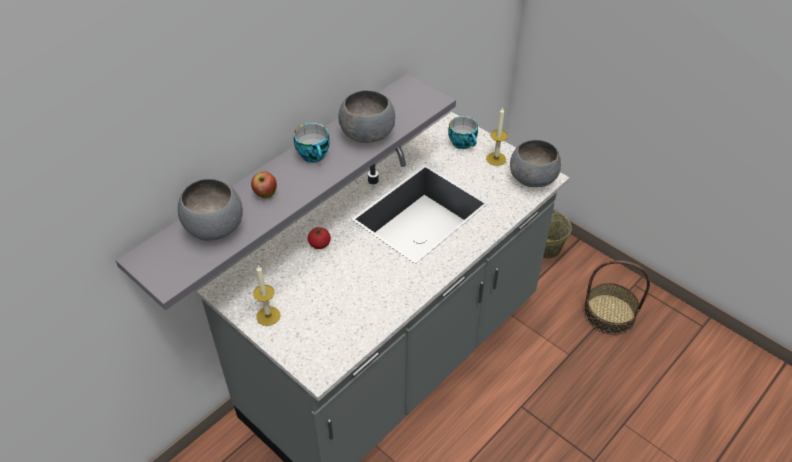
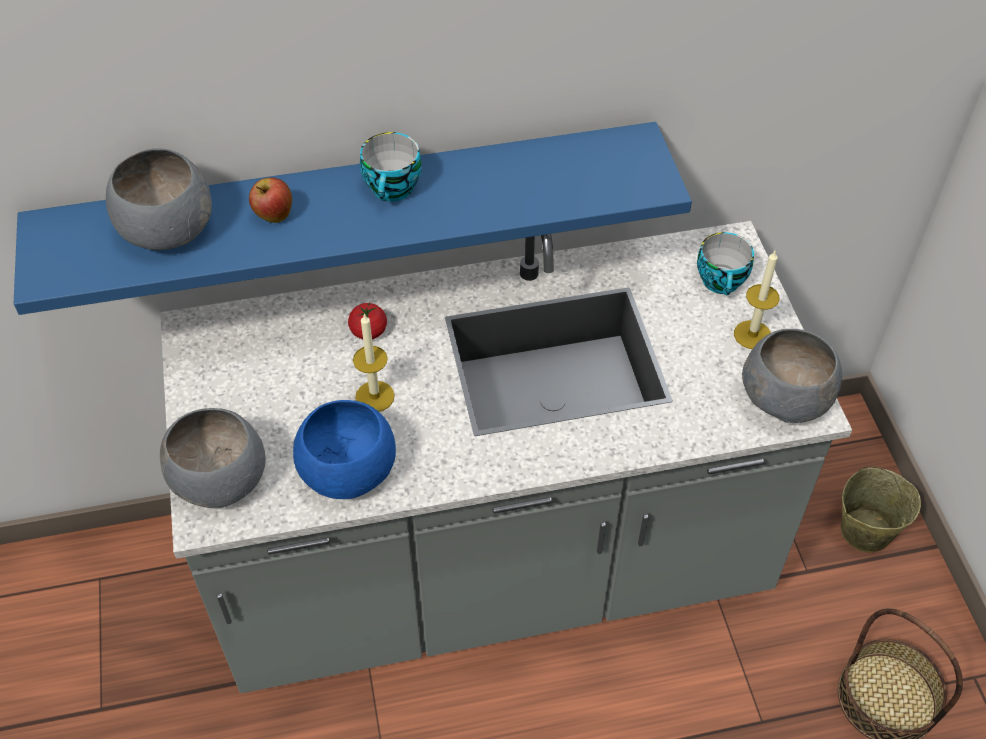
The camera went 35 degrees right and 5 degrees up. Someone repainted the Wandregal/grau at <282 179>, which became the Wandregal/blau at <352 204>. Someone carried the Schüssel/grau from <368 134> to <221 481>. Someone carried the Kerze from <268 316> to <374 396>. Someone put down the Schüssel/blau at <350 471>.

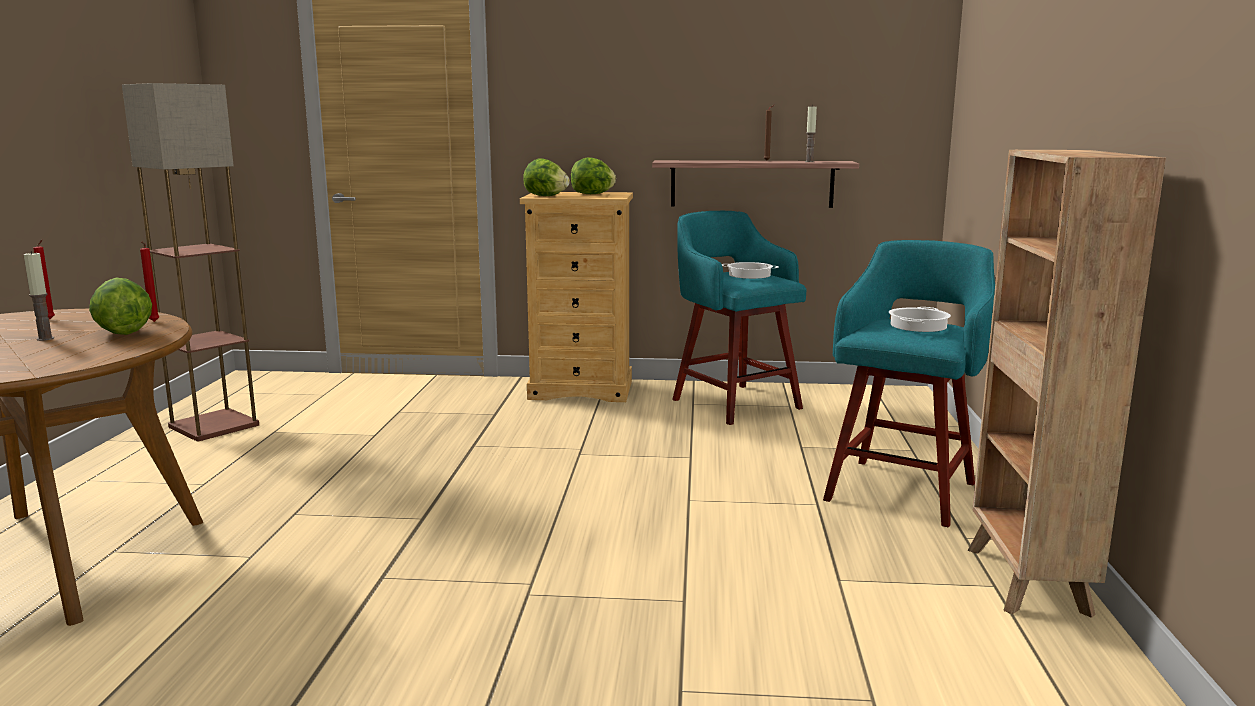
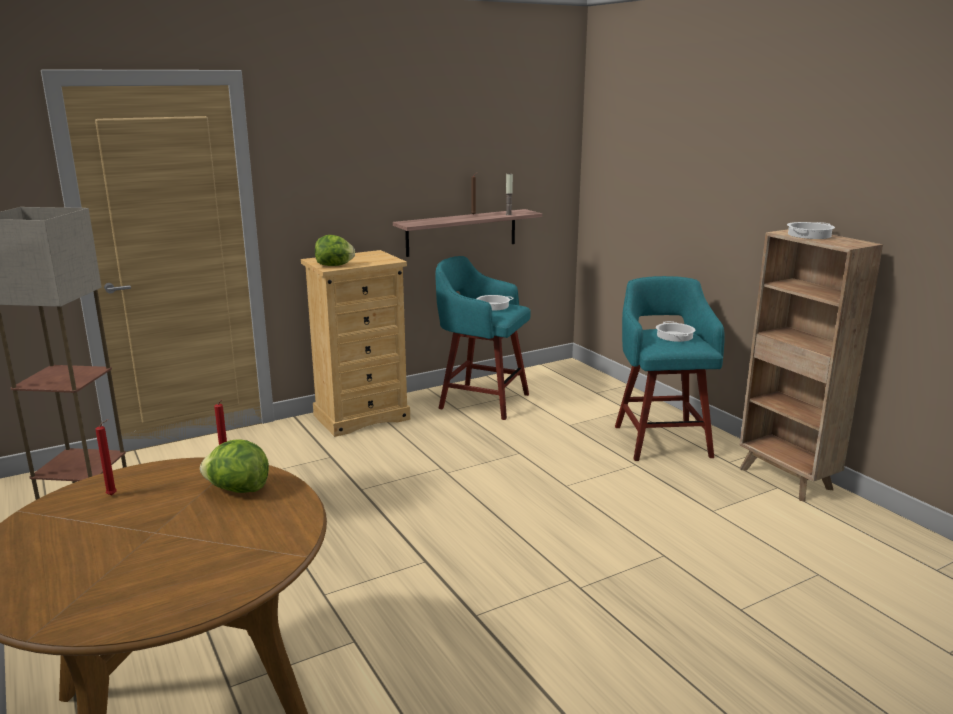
The camera went 35 degrees left and 5 degrees up. Someone took away the Salatkopf at <593 194>. Someone took away the Kerze at <45 338>. Someone put down the Kochtopf at <809 235>.

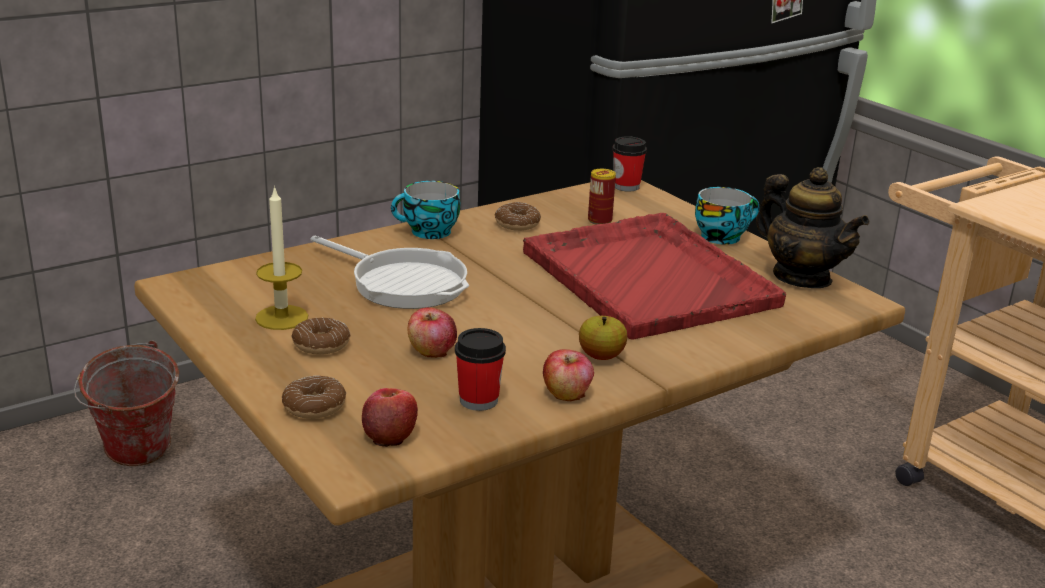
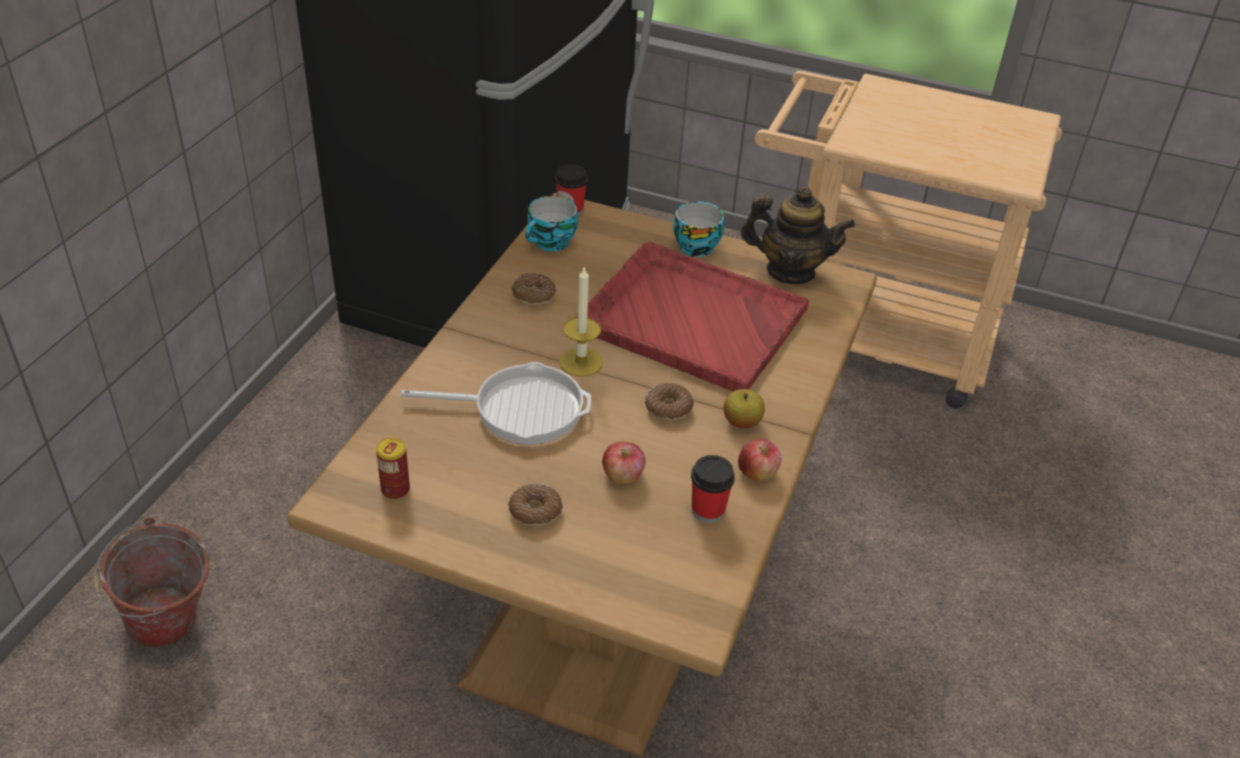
The camera went 35 degrees left and 15 degrees up. Someone carried the Dose from <599 220> to <395 489>. Someone carried the Tasse from <428 232> to <551 243>. Someone carried the Kerze from <282 317> to <581 362>. Someone carried the Donut from <314 406> to <668 408>. Someone took away the Apfel at <390 435>.

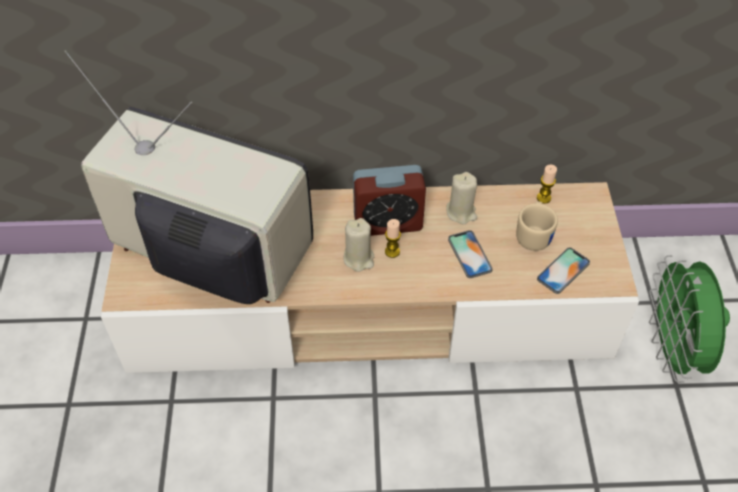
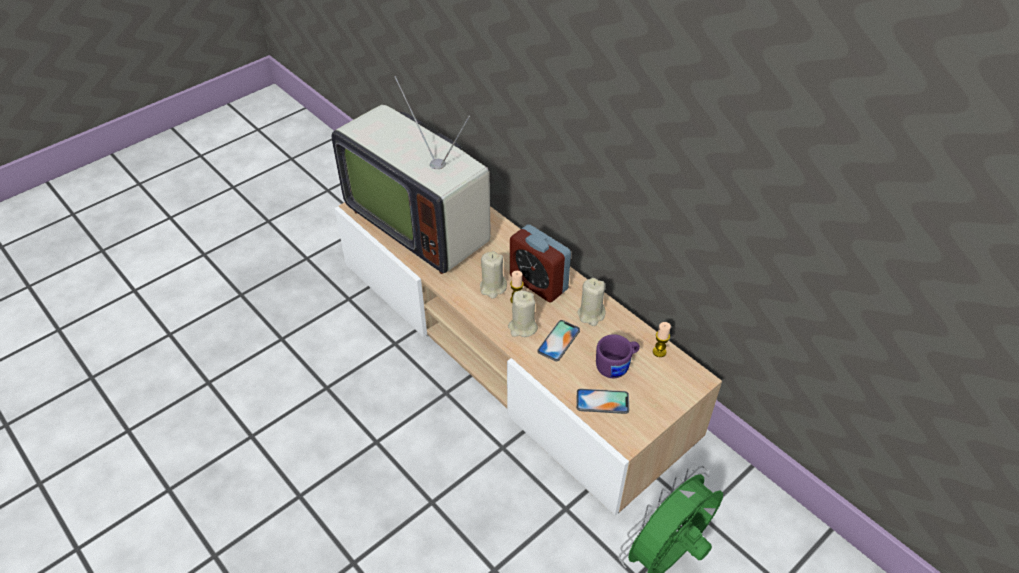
The camera went 50 degrees right and 5 degrees down. Someone rotated the Fernseher at <210 257> by 150 degrees clockwise. Someone repainted the Henkelbecher/beige at <534 235>, which became the Henkelbecher/lila at <617 366>. Someone put down the Kerze/beige at <522 327>.

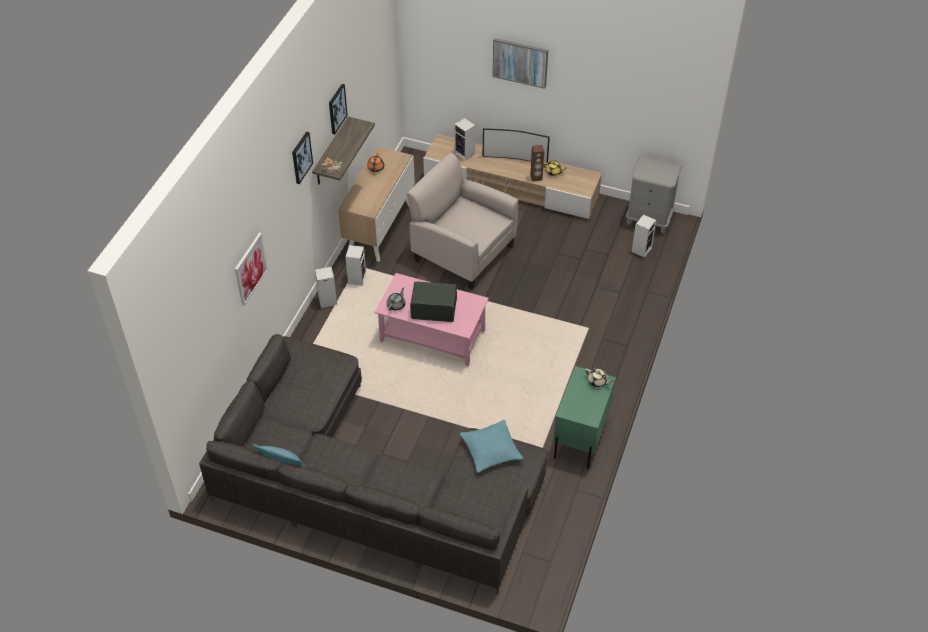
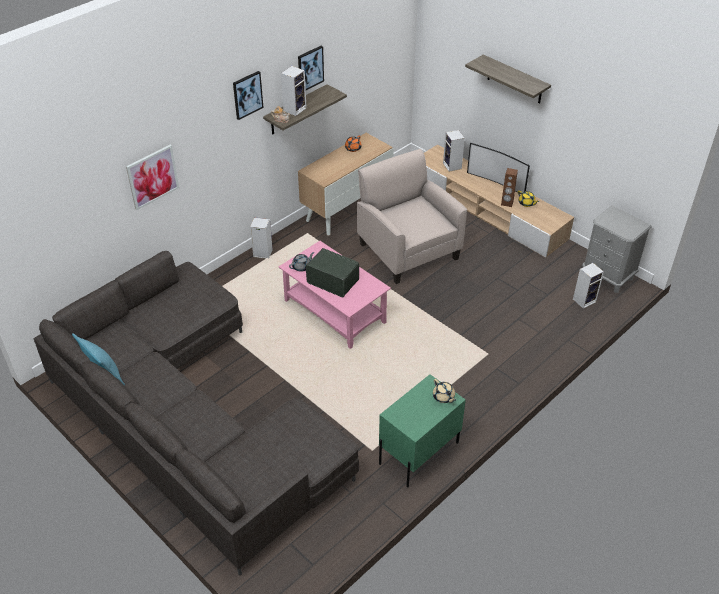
The camera went 25 degrees right and 5 degrees down. Someone swapped the Bild at <520 62> for the Wandregal at <515 80>. Someone carried the Lautsprecher from <357 278> to <295 109>. Someone took away the Kissen/türkis at <491 450>.

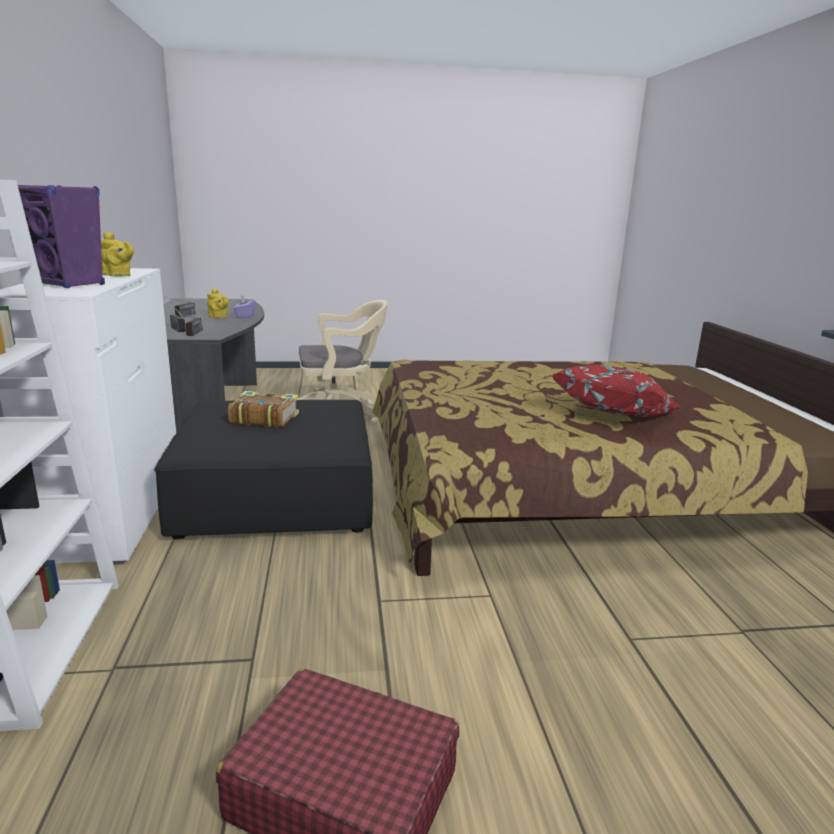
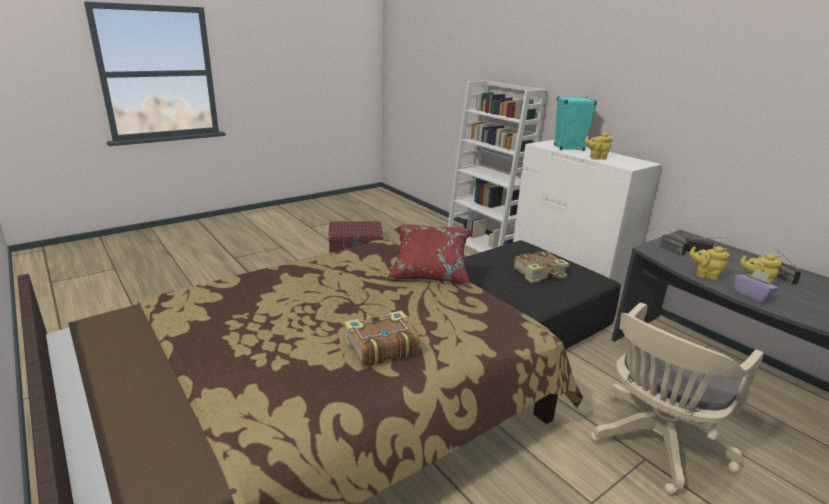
The camera went 150 degrees right and 5 degrees up. Someone repainted the Lautsprecher/lila at <70 284>, which became the Lautsprecher/türkis at <568 148>. Someone carried the Kissen/rot from <615 415> to <430 270>. Someone put down the Teekanne/gelb at <705 275>. Someone put down the Buch at <380 347>.

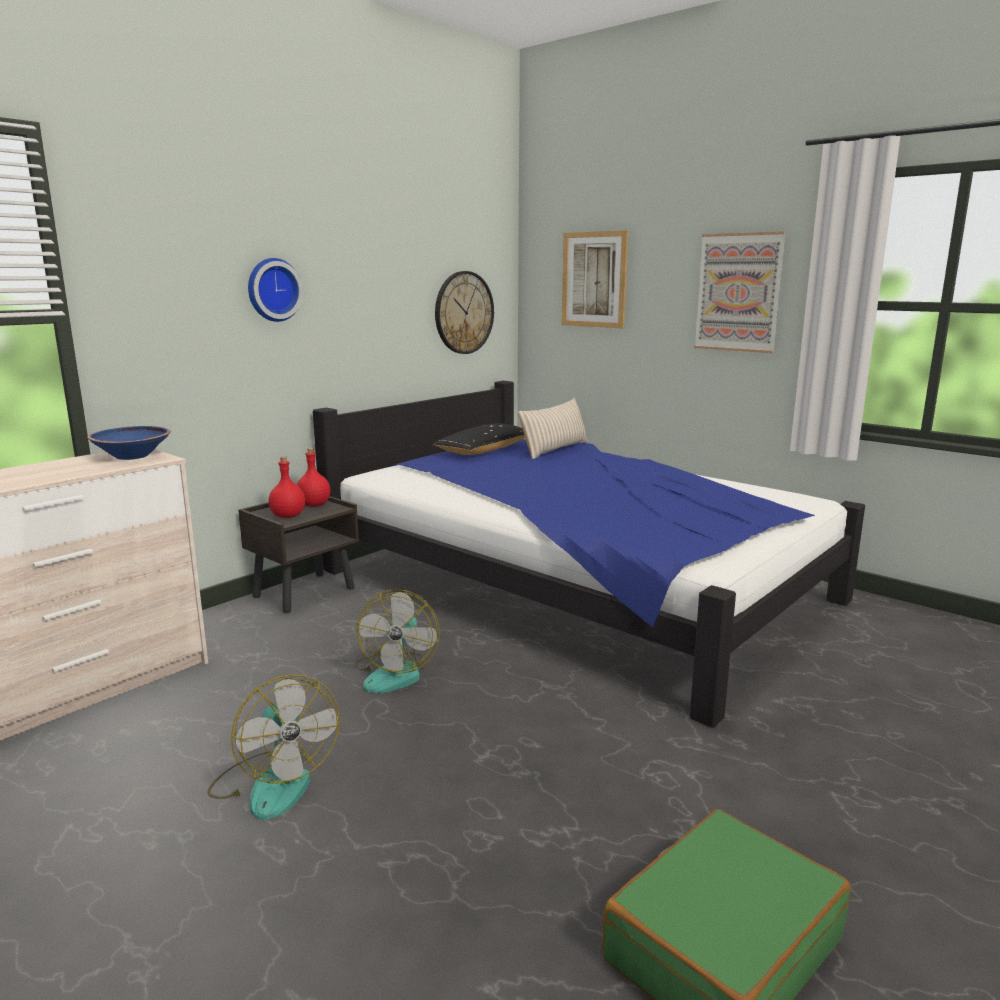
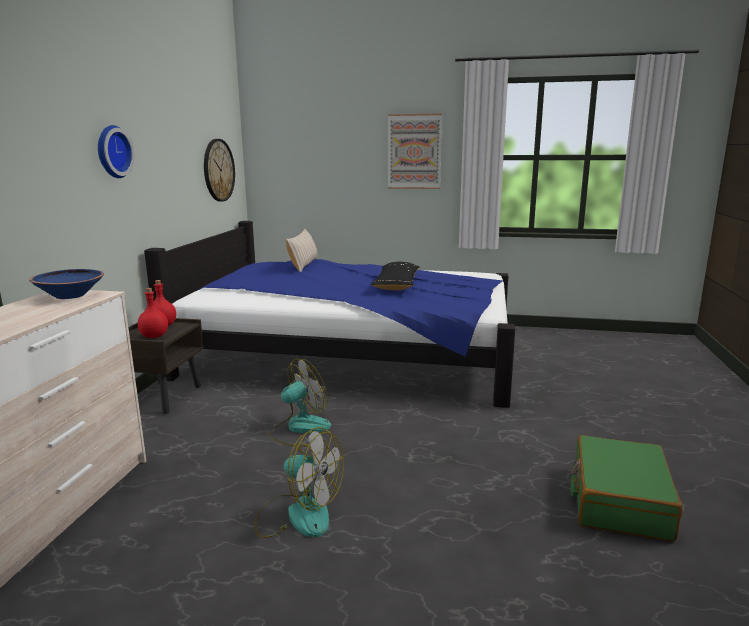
The camera went 30 degrees left and 0 degrees up. Someone took away the Bild at <594 280>. Someone carried the Kissen/schwarz from <484 450> to <396 285>. Someone rotated the Ventilator at <396 673> by 105 degrees counterclockwise.

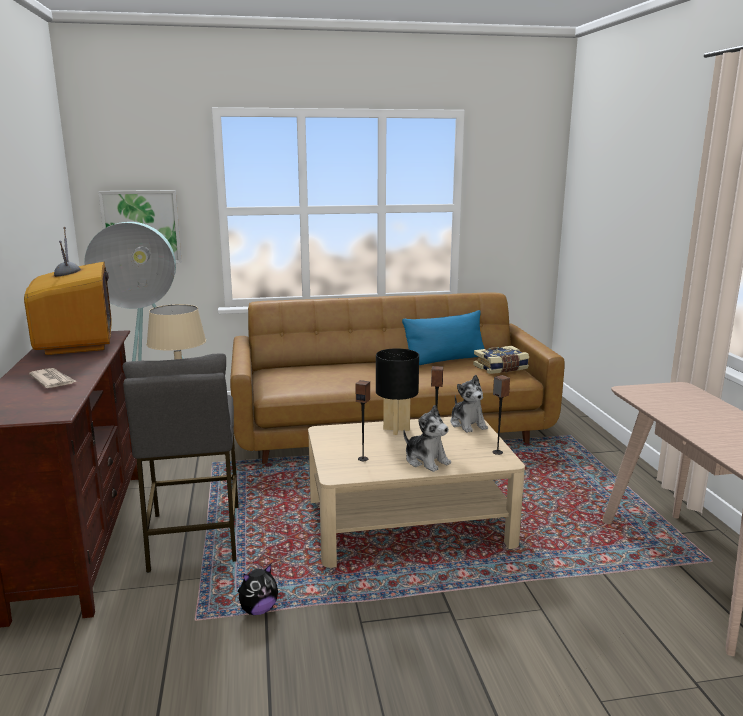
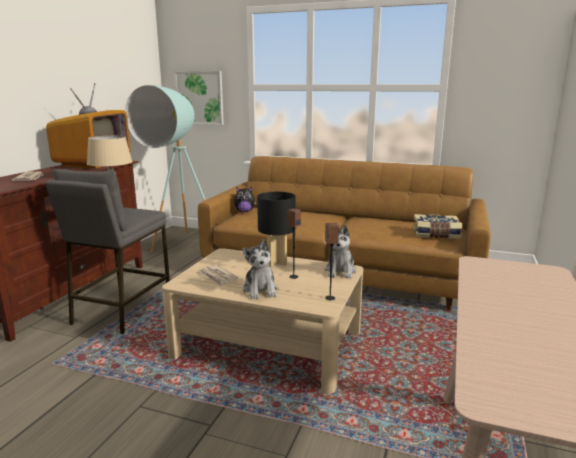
The camera went 30 degrees right and 0 degrees up. Someone took away the Kissen/blau at <445 360>. Someone swapped the Lautsprecher at <363 459> for the Zeitung at <217 277>. Someone carried the Plüschtier from <258 610> to <244 211>.

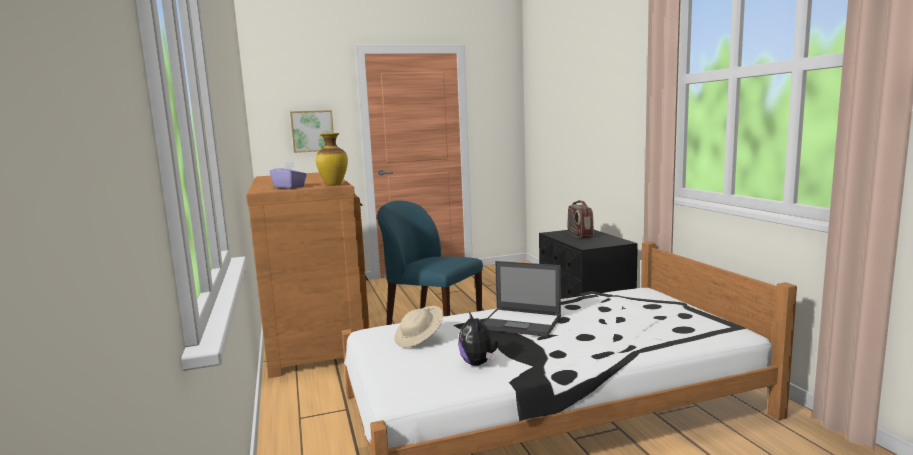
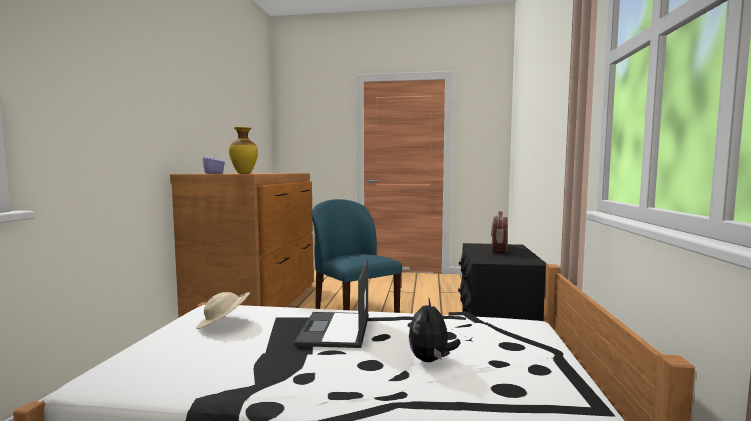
The camera went 25 degrees right and 5 degrees down. Someone took away the Bild at <312 131>. Someone rotated the Laptop at <522 323> by 45 degrees clockwise. Someone carried the Plüschtier from <478 363> to <431 360>.

